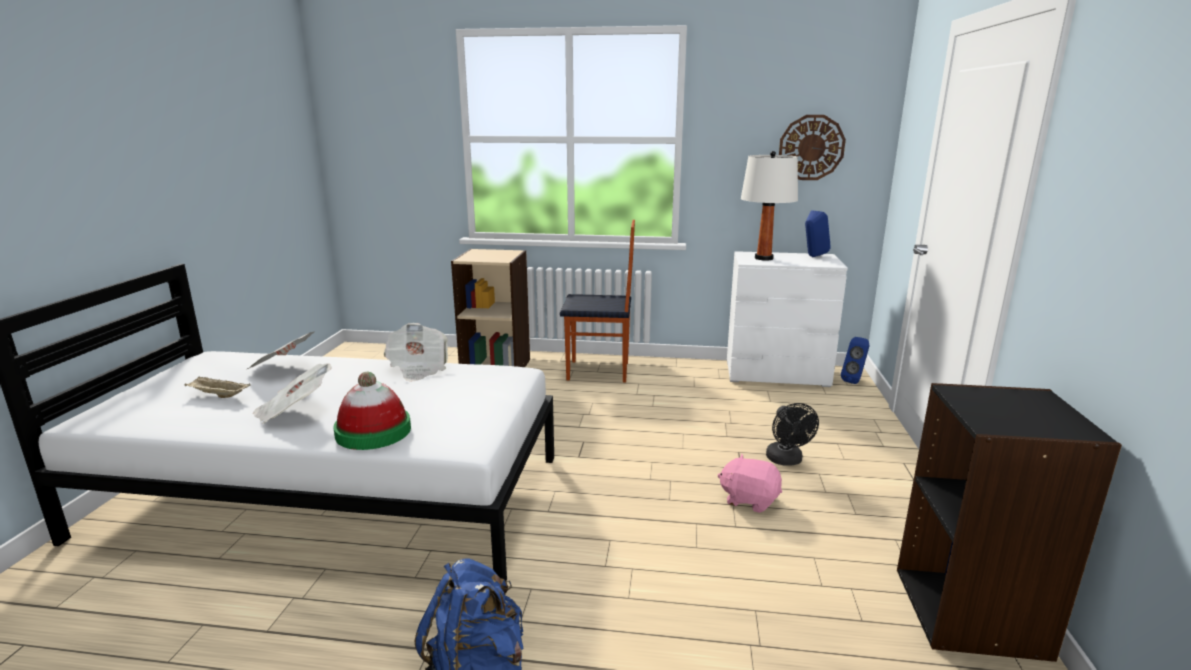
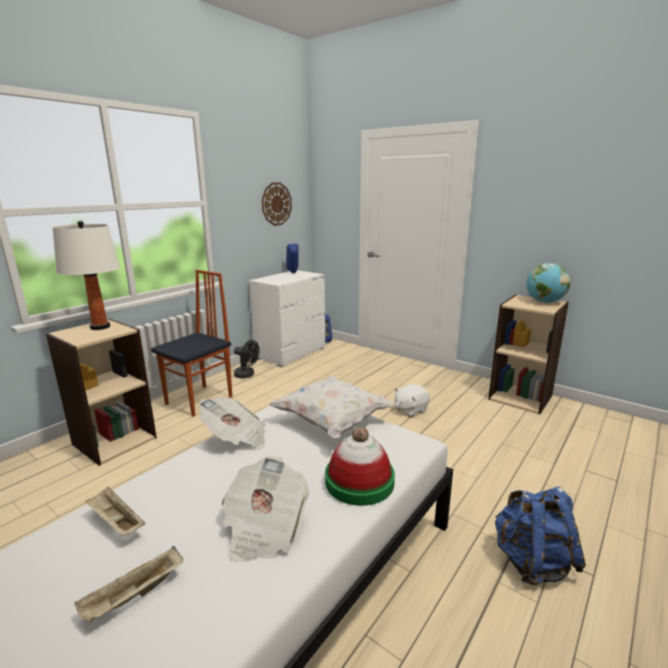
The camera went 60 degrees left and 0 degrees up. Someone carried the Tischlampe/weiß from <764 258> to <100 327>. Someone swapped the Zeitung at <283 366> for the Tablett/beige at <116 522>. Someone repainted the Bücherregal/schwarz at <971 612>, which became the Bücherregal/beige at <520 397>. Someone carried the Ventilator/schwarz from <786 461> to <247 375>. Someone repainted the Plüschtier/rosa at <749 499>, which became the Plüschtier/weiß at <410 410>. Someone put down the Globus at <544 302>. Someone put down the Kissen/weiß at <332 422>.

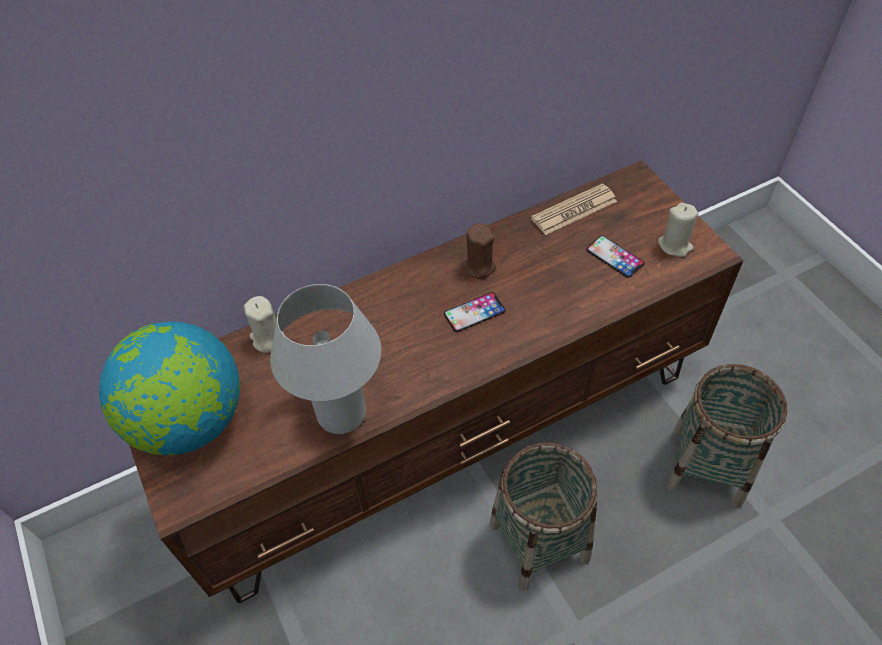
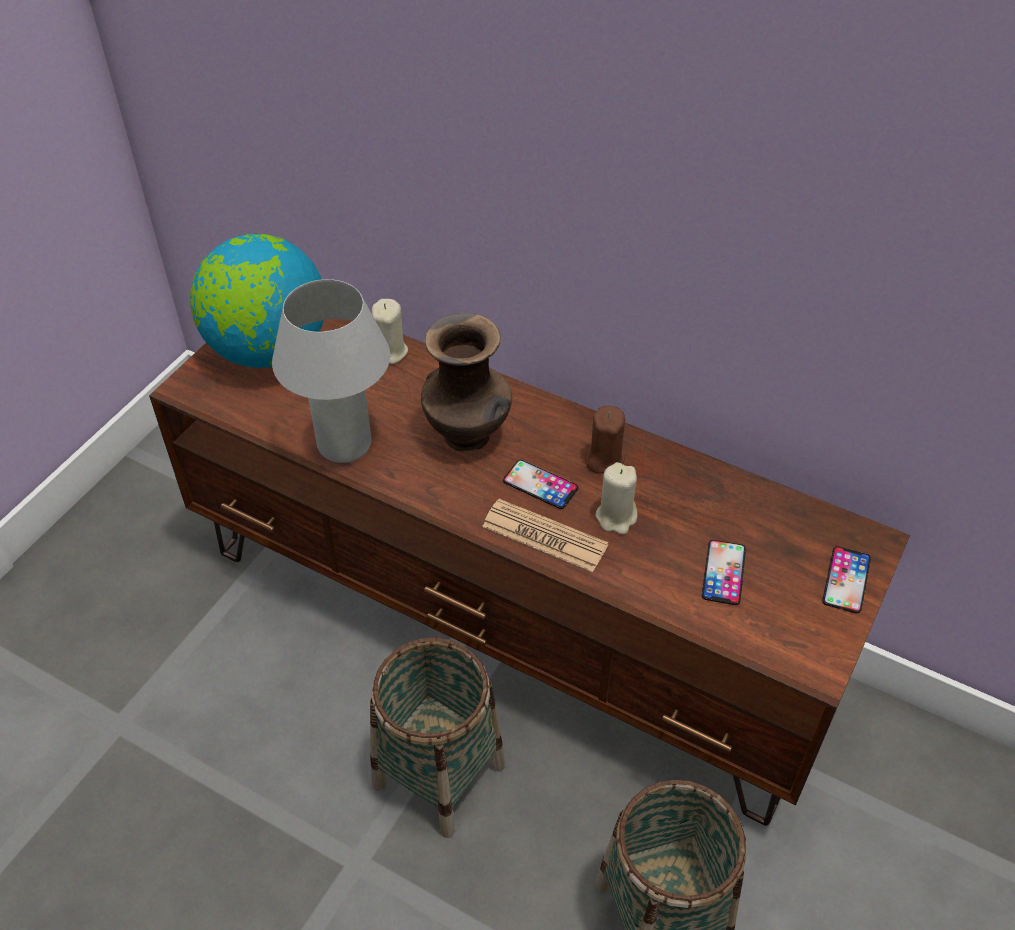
The camera went 55 degrees right and 5 degrees down. Someone carried the Zeitung from <574 210> to <544 536>. Someone carried the Kerze/beige from <675 245> to <616 517>. Someone put down the Vase/braun at <469 437>. Someone put down the Handy at <846 580>.

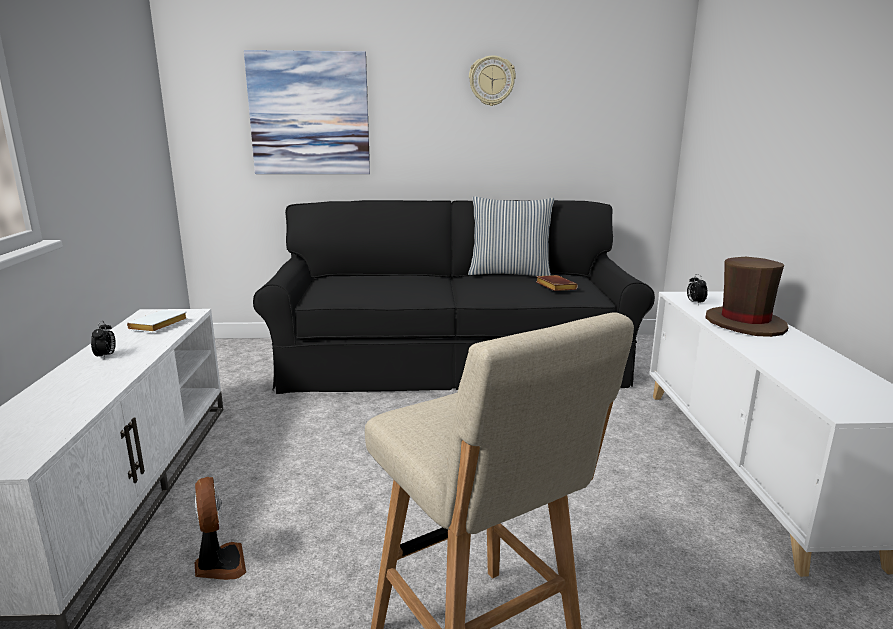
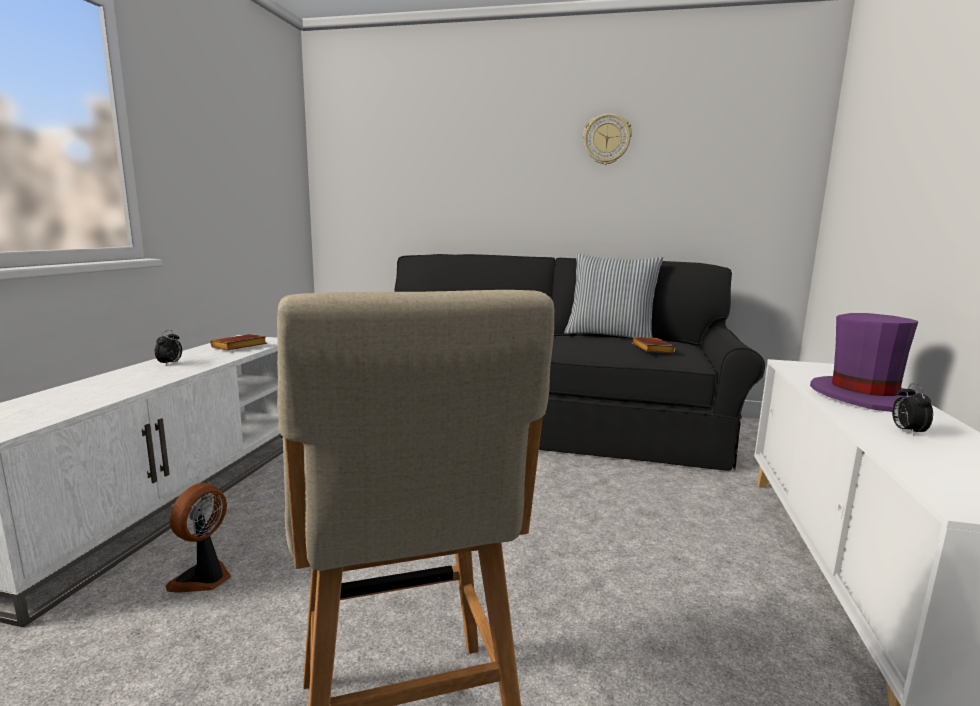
The camera went 15 degrees right and 5 degrees down. Someone took away the Bild at <309 114>. Someone repainted the Hut/braun at <745 324>, which became the Hut/lila at <863 396>. Someone carried the Wecker from <695 302> to <907 431>. Someone repainted the Buch/weiß at <159 326>, which became the Buch/braun at <239 347>. Someone rotated the Ventilator at <219 564> by 150 degrees counterclockwise.

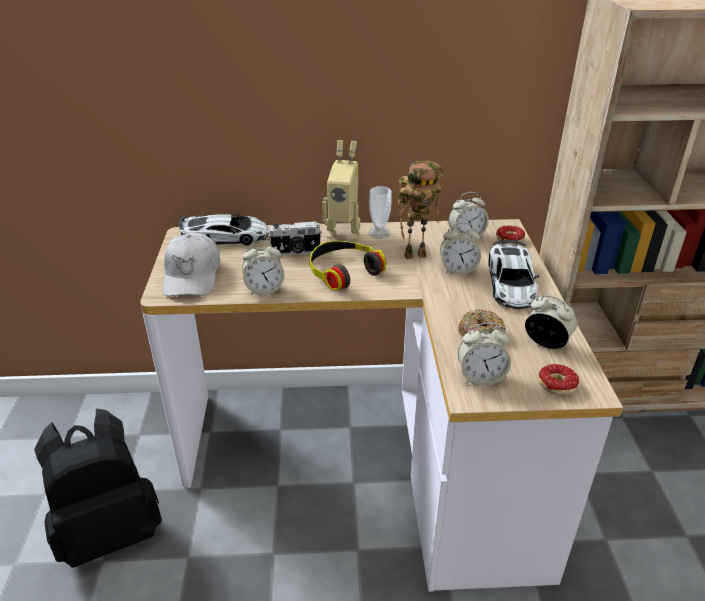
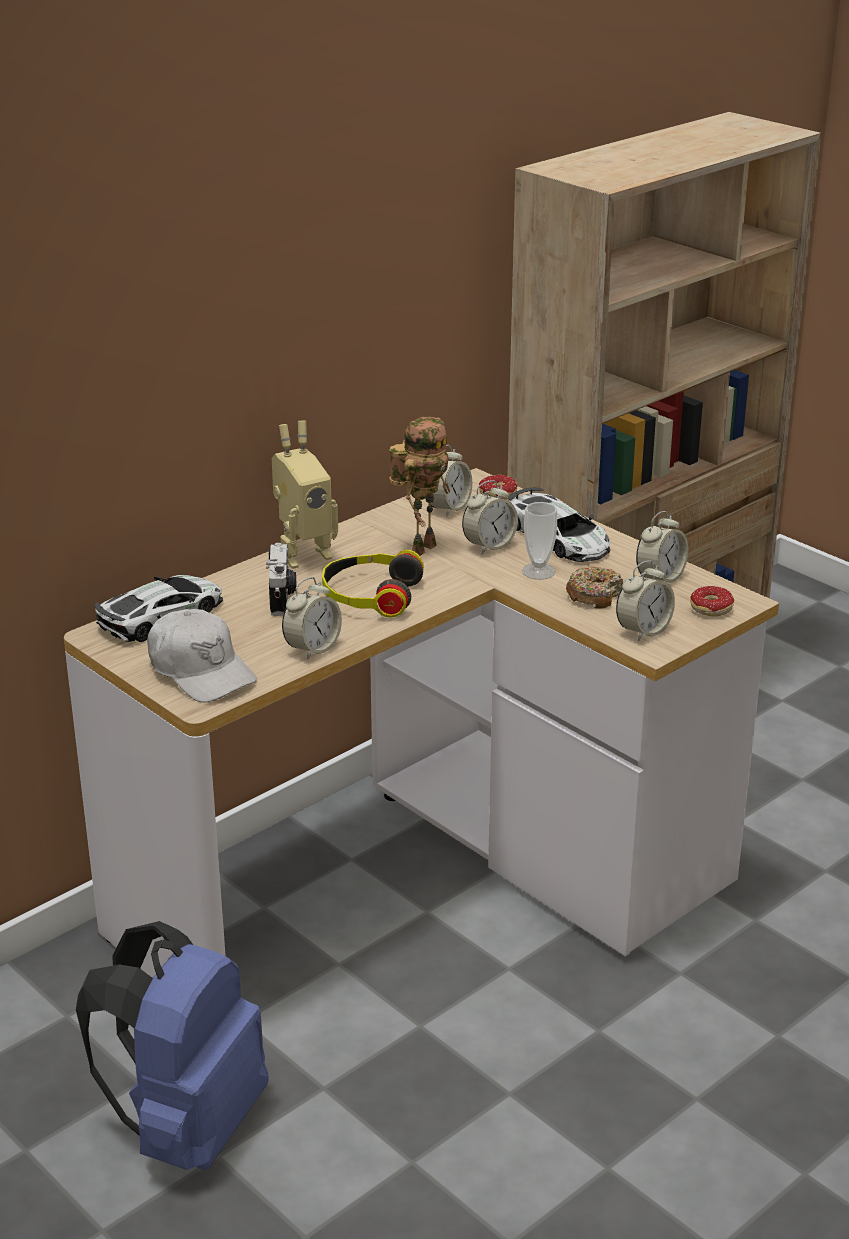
The camera went 40 degrees left and 5 degrees down. Someone carried the Tasse from <379 233> to <538 571>. Someone rotated the Kamera at <296 252> by 45 degrees counterclockwise. Someone rotated the Wecker at <546 343> by 135 degrees clockwise. Someone repainted the Rucksack/schwarz at <110 531>, which became the Rucksack/blau at <186 1126>.

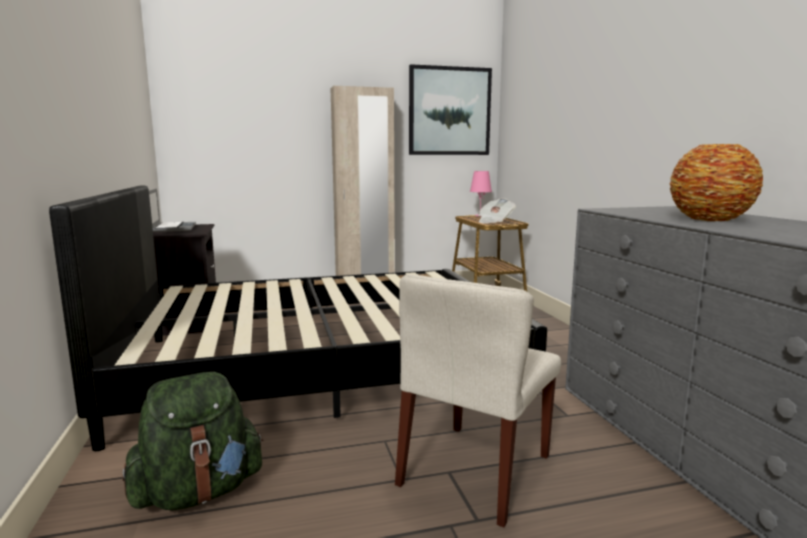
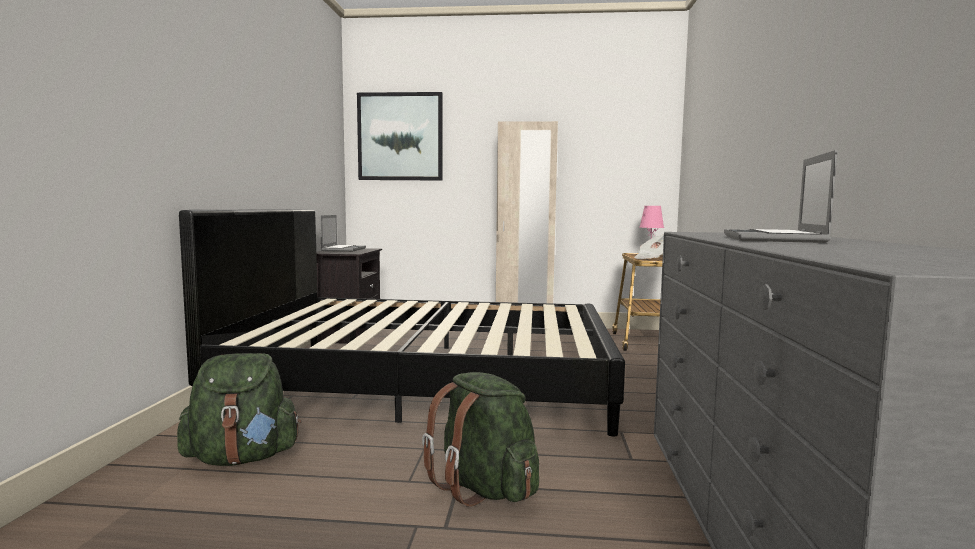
The camera went 20 degrees right and 5 degrees down. Someone carried the Bild from <449 111> to <400 137>. Someone swapped the Vase at <711 219> for the Laptop at <774 239>. Someone swapped the Stuhl/beige at <475 471> for the Rucksack/grün at <484 488>.

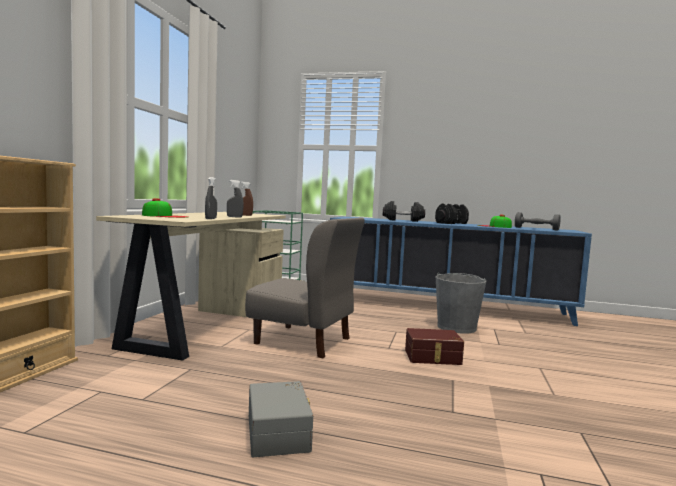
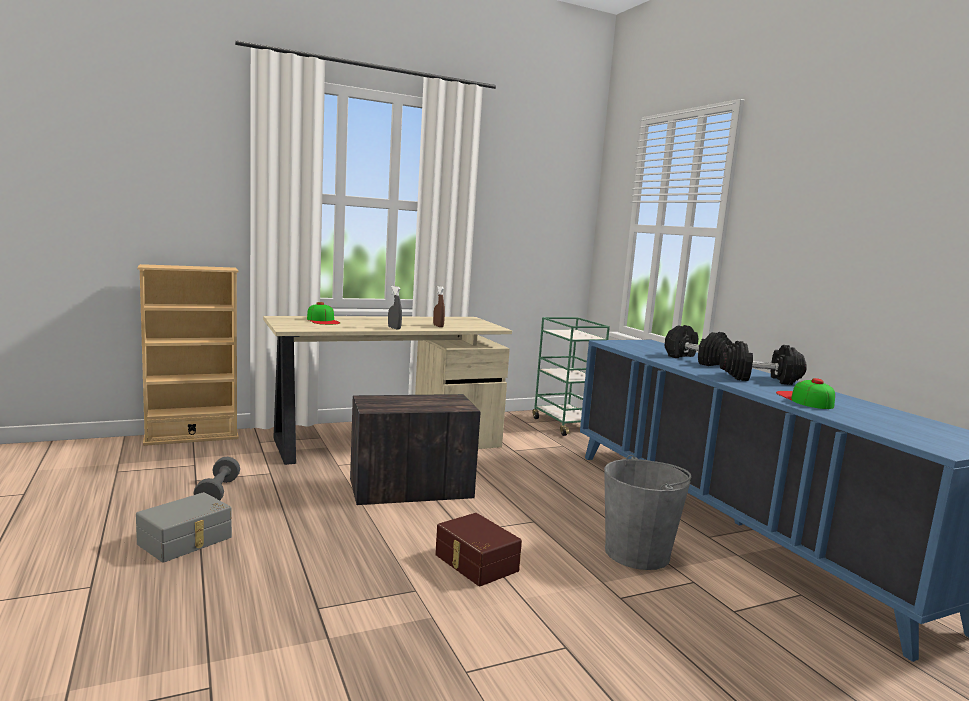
The camera went 50 degrees right and 5 degrees up. Someone took away the Sprühflasche/grau at <211 219>. Someone carried the Hantel/grau from <536 229> to <218 492>. Someone swapped the Stuhl/grau at <303 341> for the Kiste at <409 488>.

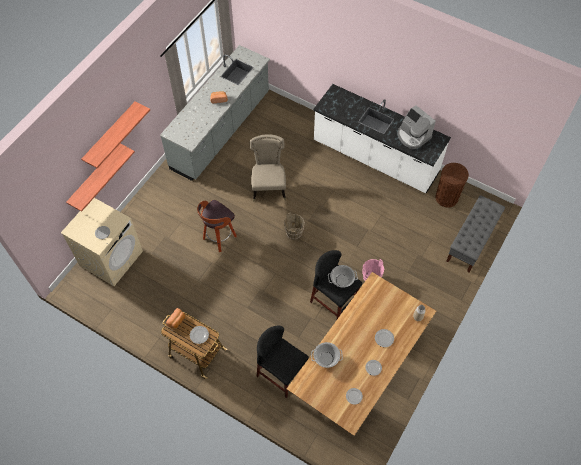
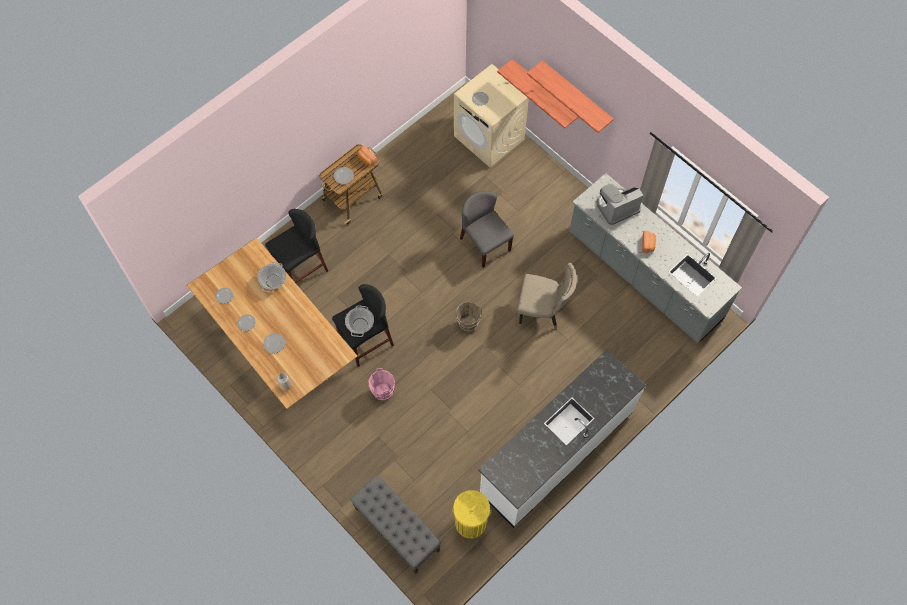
The camera went 105 degrees right and 5 degrees up. Someone carried the Kaffeemaschine from <413 136> to <616 207>. Someone repainted the Mülleimer/braun at <446 197>, which became the Mülleimer/gelb at <470 523>. Someone swapped the Hocker at <219 238> for the Stuhl/grau at <484 244>.

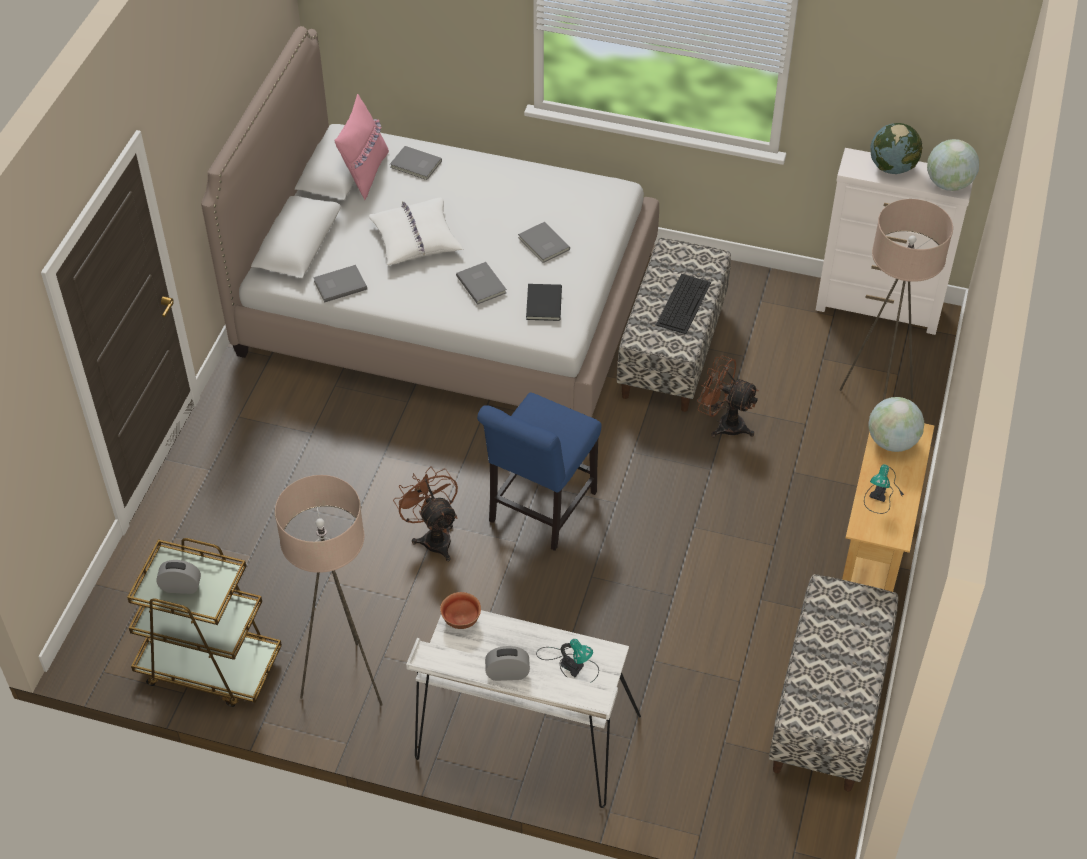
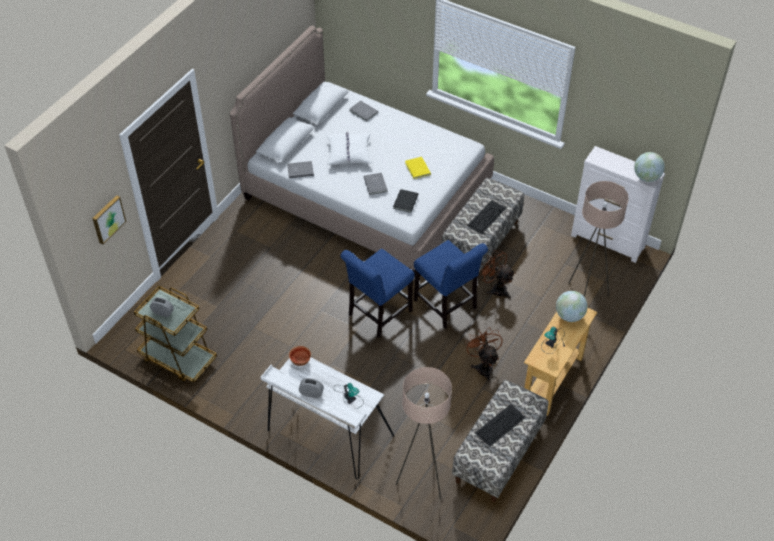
The camera went 15 degrees right and 0 degrees up. Someone took away the Kissen/rosa at <365 173>. Someone took away the Globus at <892 167>. Someone repainted the Buch/grau at <543 244>, which became the Buch/gelb at <417 169>. Someone carried the Ventilator/braun from <433 537> to <483 366>. Someone carried the Stehlampe/beige from <345 682> to <423 480>. Someone put up the Bild at <108 219>. Someone put down the Stuhl/blau at <447 306>. Someone put down the Tastatur at <500 425>.

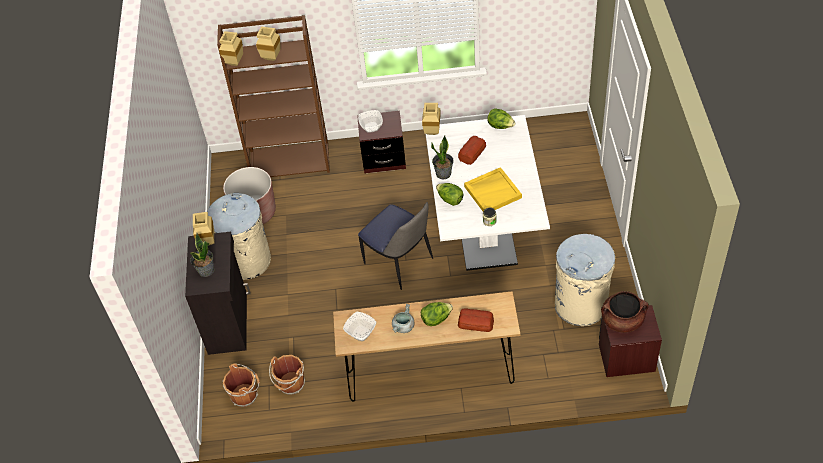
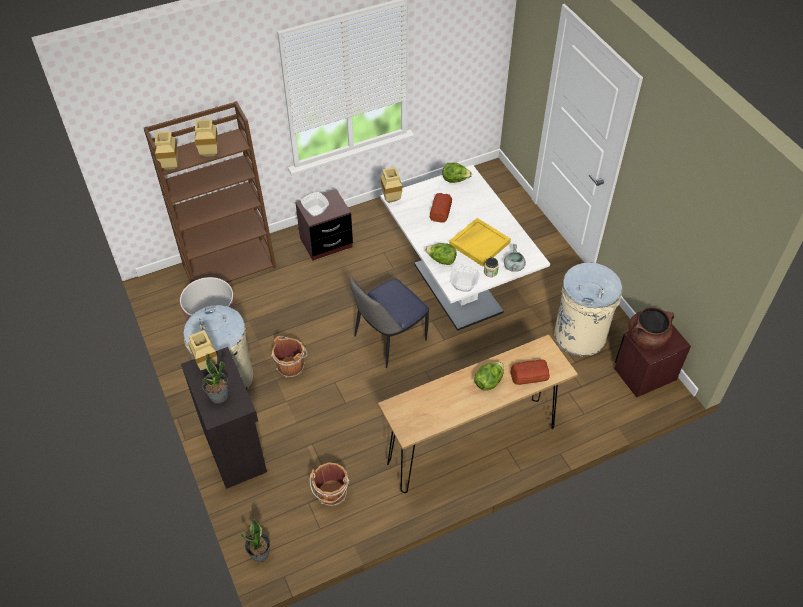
The camera went 25 degrees left and 0 degrees up. Someone carried the Topfpflanze from <443 174> to <260 553>. Someone rotated the Stuhl at <400 263> by 120 degrees clockwise. Someone carried the Kochtopf/grau from <403 327> to <514 267>. Someone carried the Schüssel from <361 333> to <463 284>. Someone carried the Eimer/braun from <245 395> to <291 366>.

